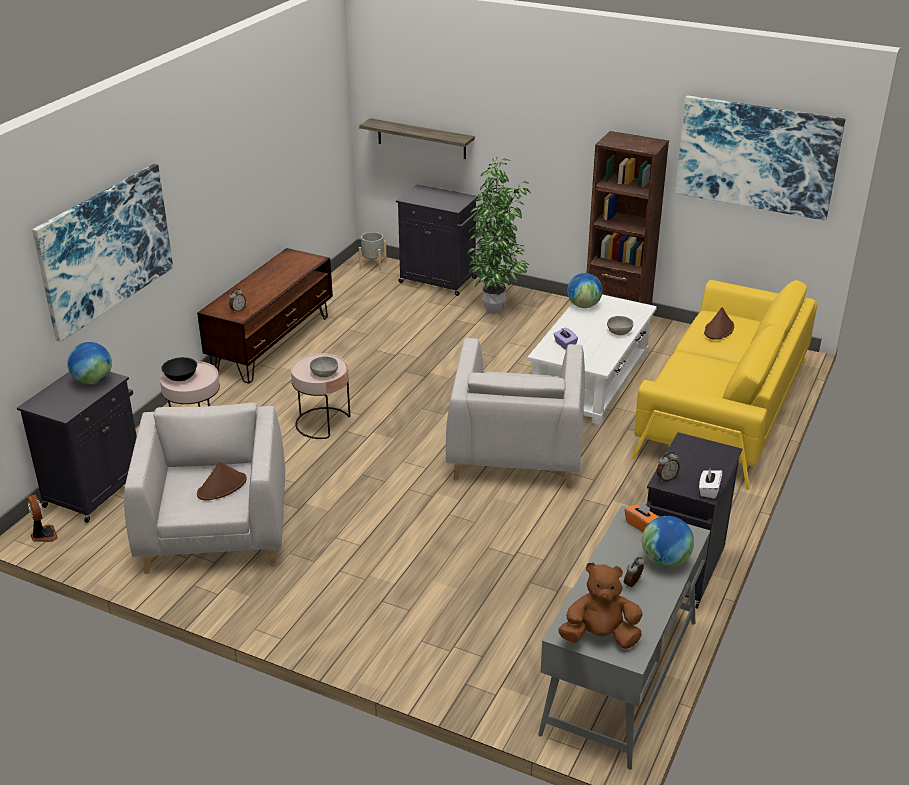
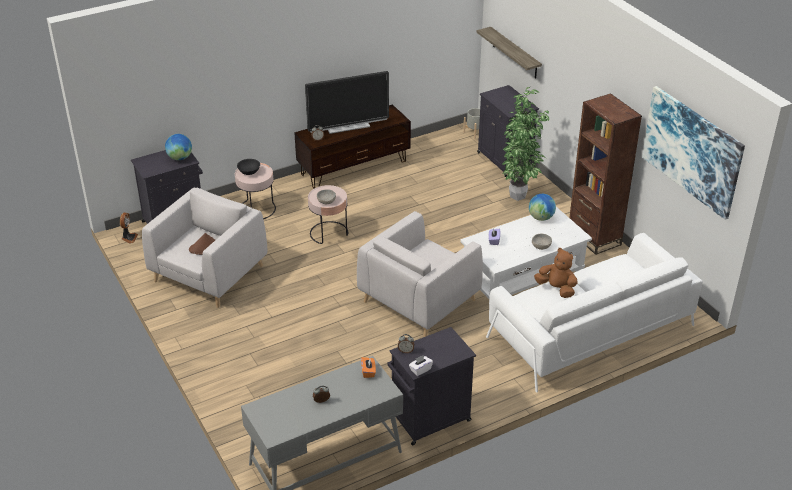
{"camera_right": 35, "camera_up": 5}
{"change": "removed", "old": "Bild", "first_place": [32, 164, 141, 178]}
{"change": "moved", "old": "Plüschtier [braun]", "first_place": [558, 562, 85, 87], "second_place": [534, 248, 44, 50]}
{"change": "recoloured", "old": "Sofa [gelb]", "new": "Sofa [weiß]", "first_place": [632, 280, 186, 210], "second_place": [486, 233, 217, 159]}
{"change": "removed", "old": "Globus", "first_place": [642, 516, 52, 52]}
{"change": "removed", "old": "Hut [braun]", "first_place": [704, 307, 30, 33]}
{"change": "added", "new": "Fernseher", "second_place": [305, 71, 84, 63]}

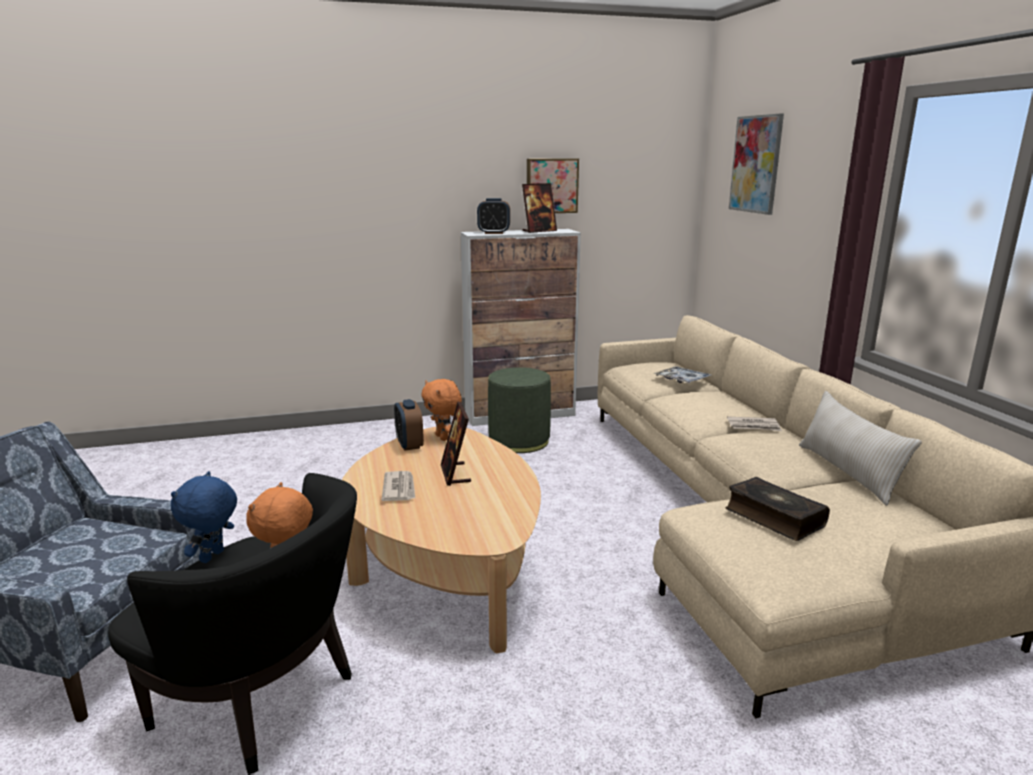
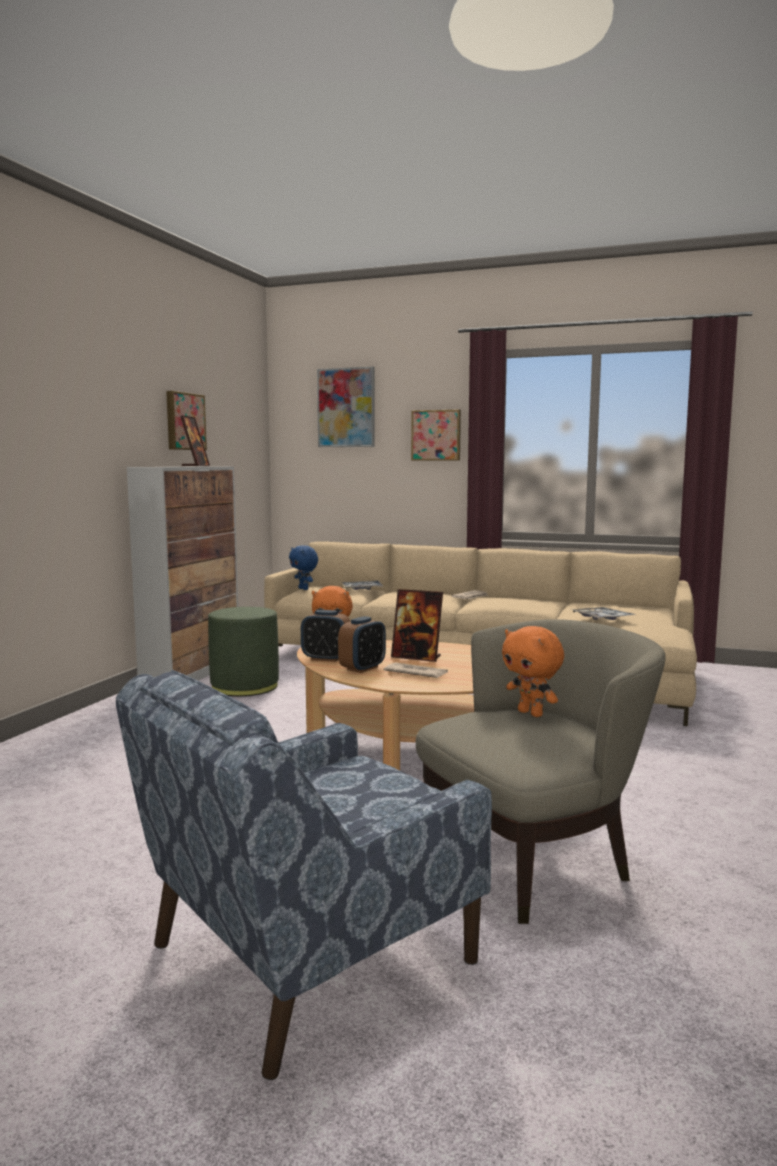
{"camera_right": -55, "camera_up": -10}
{"change": "recoloured", "old": "Sessel [schwarz]", "new": "Sessel [beige]", "first_place": [108, 473, 249, 302], "second_place": [416, 619, 250, 305]}
{"change": "moved", "old": "Plüschtier [blau]", "first_place": [171, 471, 66, 92], "second_place": [289, 546, 29, 44]}
{"change": "moved", "old": "Wecker", "first_place": [477, 198, 33, 36], "second_place": [338, 616, 48, 57]}
{"change": "replaced", "old": "Buch", "new": "Tablett", "first_place": [726, 477, 104, 64], "second_place": [571, 607, 65, 13]}
{"change": "removed", "old": "Kissen [beige]", "first_place": [799, 391, 123, 115]}
{"change": "added", "new": "Bild", "second_place": [411, 409, 50, 52]}

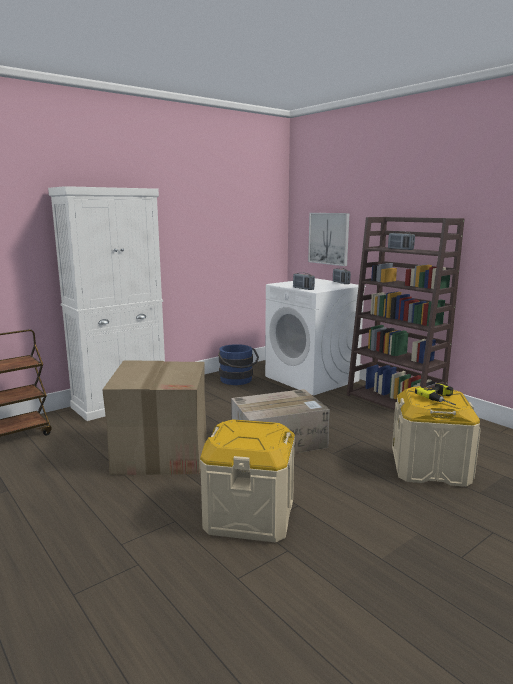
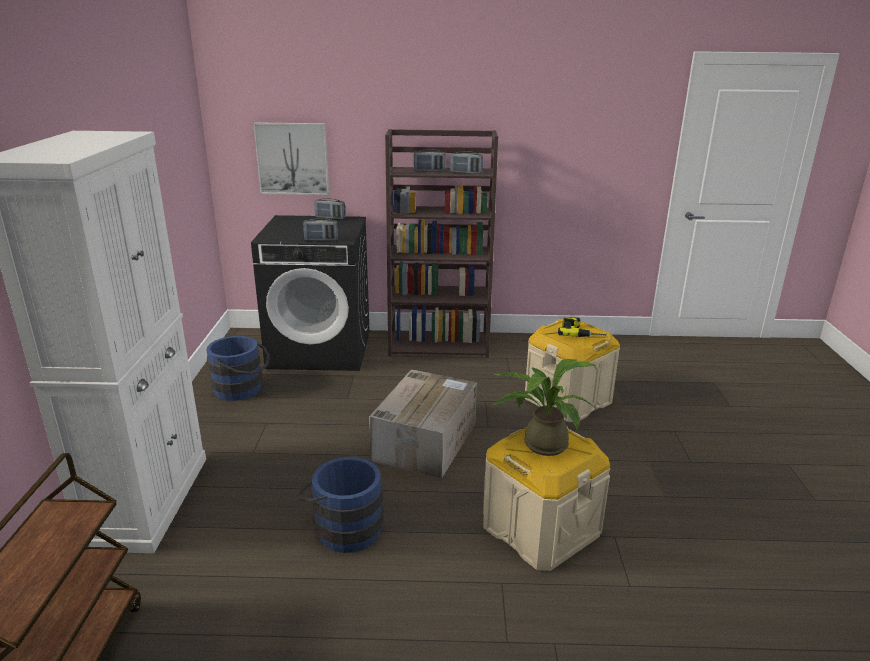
{"camera_right": -50, "camera_up": 10}
{"change": "replaced", "old": "Karton", "new": "Eimer [blau]", "first_place": [102, 360, 105, 115], "second_place": [298, 457, 85, 96]}
{"change": "recoloured", "old": "Waschmaschine [weiß]", "new": "Waschmaschine [schwarz]", "first_place": [265, 278, 101, 117], "second_place": [251, 215, 119, 156]}
{"change": "added", "new": "Radio", "second_place": [450, 151, 33, 23]}
{"change": "added", "new": "Topfpflanze", "second_place": [492, 359, 108, 97]}

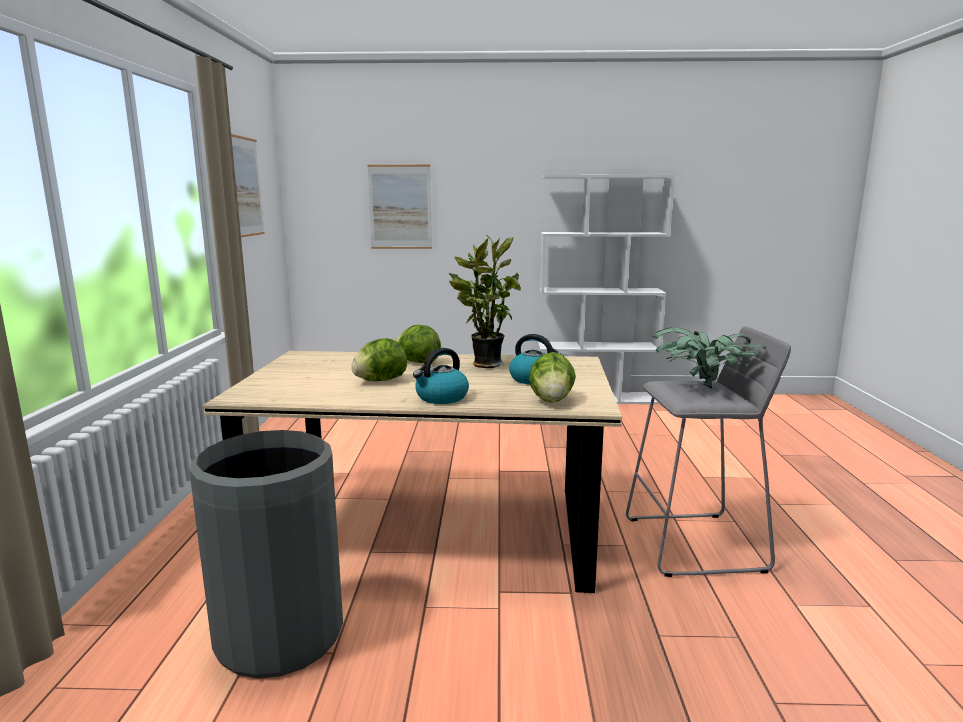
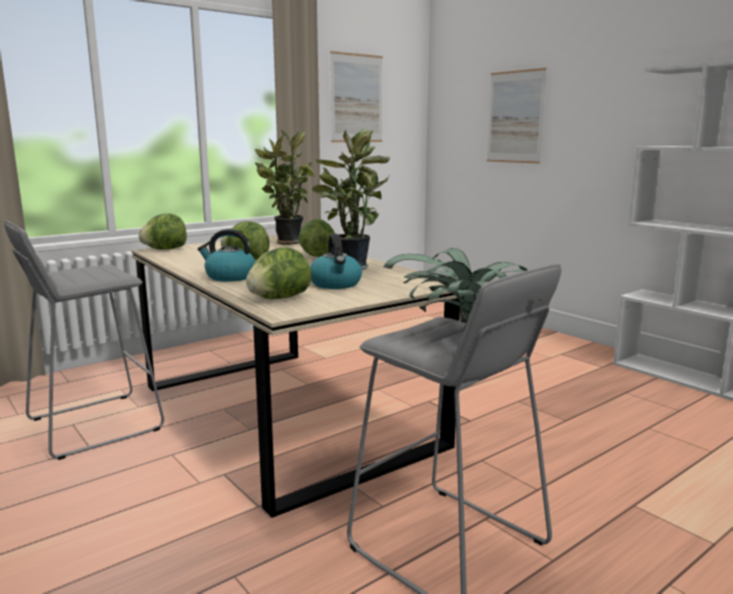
{"camera_right": 50, "camera_up": 0}
{"change": "replaced", "old": "Mülleimer [grau]", "new": "Hocker [grau]", "first_place": [189, 430, 154, 249], "second_place": [4, 221, 160, 239]}
{"change": "added", "new": "Salatkopf", "second_place": [139, 213, 48, 37]}
{"change": "added", "new": "Topfpflanze", "second_place": [255, 130, 60, 115]}

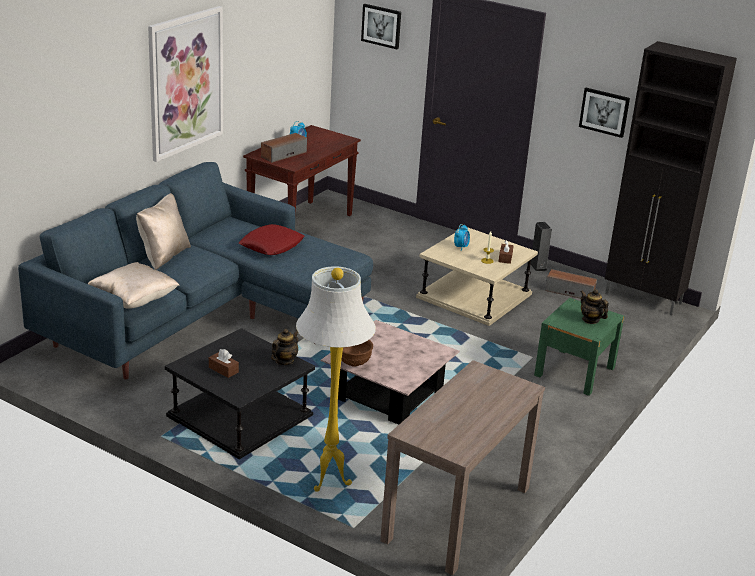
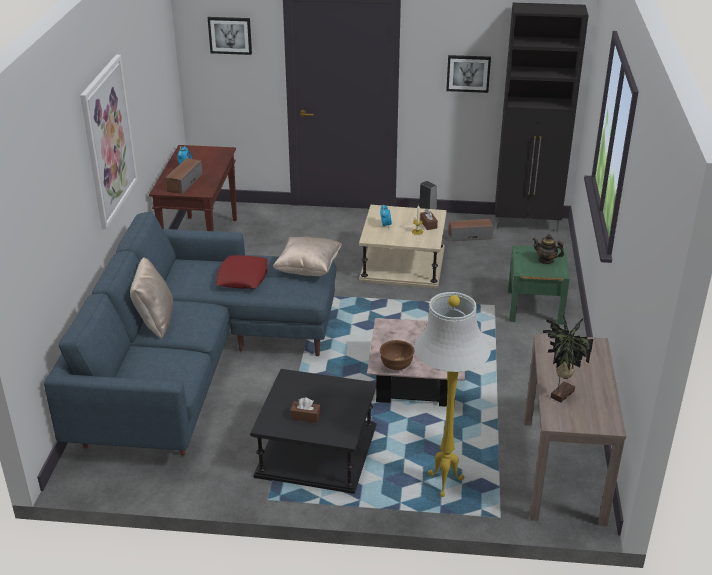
{"camera_right": -25, "camera_up": 5}
{"change": "moved", "old": "Kissen [beige]", "first_place": [88, 262, 92, 47], "second_place": [273, 237, 69, 39]}
{"change": "removed", "old": "Teekanne", "first_place": [271, 329, 27, 36]}
{"change": "added", "new": "Topfpflanze", "second_place": [543, 314, 50, 89]}

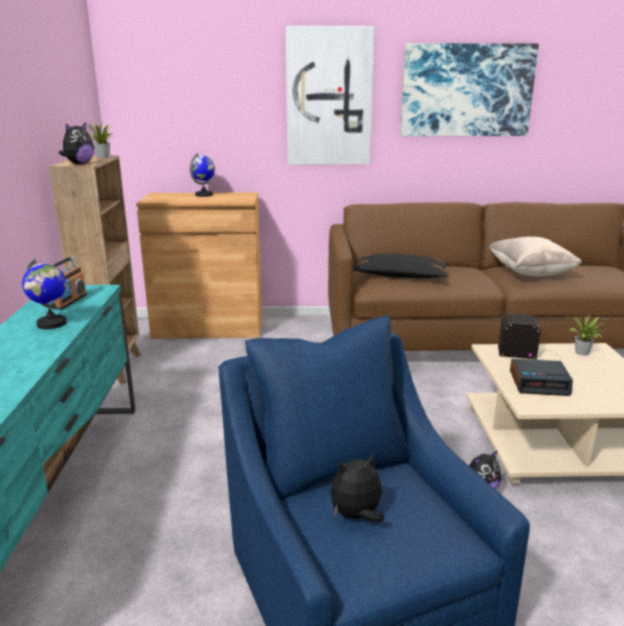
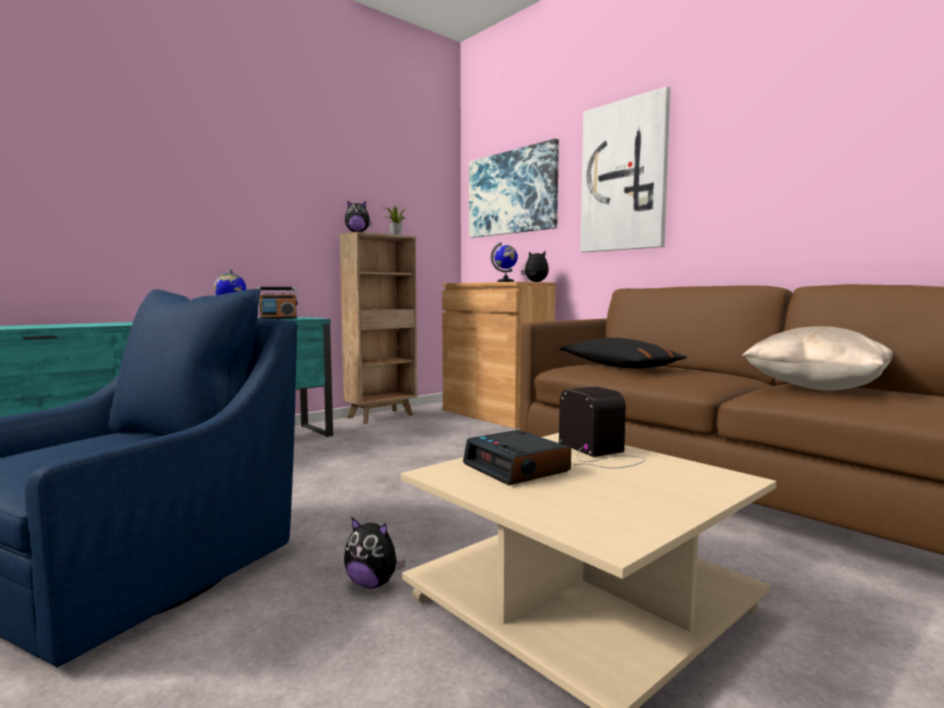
{"camera_right": 50, "camera_up": -15}
{"change": "moved", "old": "Plüschtier", "first_place": [330, 453, 55, 69], "second_place": [521, 251, 28, 31]}
{"change": "moved", "old": "Bild", "first_place": [401, 43, 138, 93], "second_place": [469, 139, 90, 99]}
{"change": "removed", "old": "Topfpflanze", "first_place": [569, 315, 36, 41]}

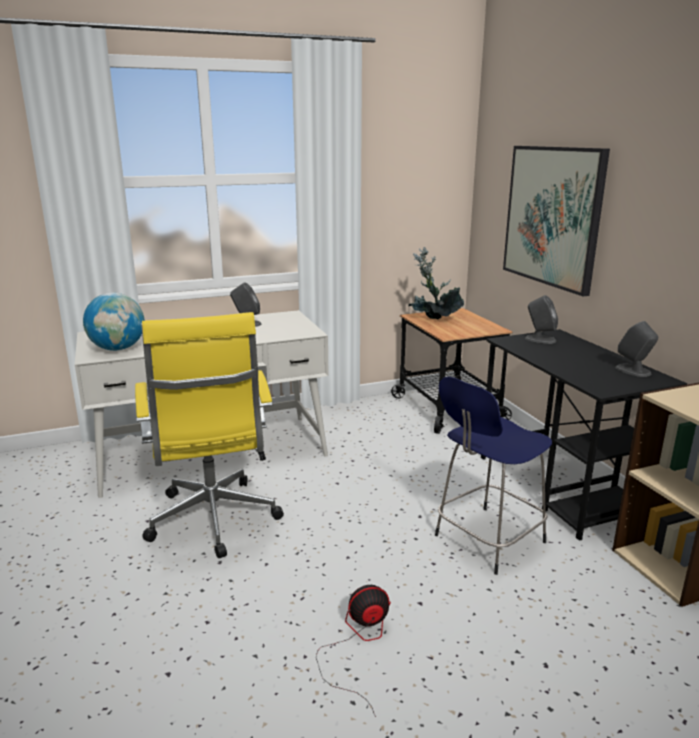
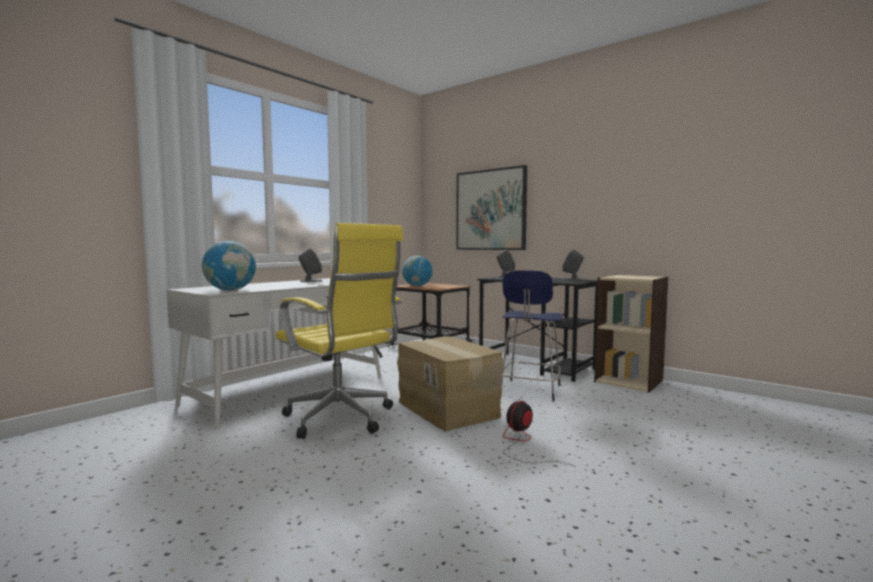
{"camera_right": -30, "camera_up": -15}
{"change": "replaced", "old": "Topfpflanze", "new": "Globus", "first_place": [409, 247, 55, 72], "second_place": [402, 256, 31, 30]}
{"change": "added", "new": "Karton", "second_place": [397, 336, 107, 96]}

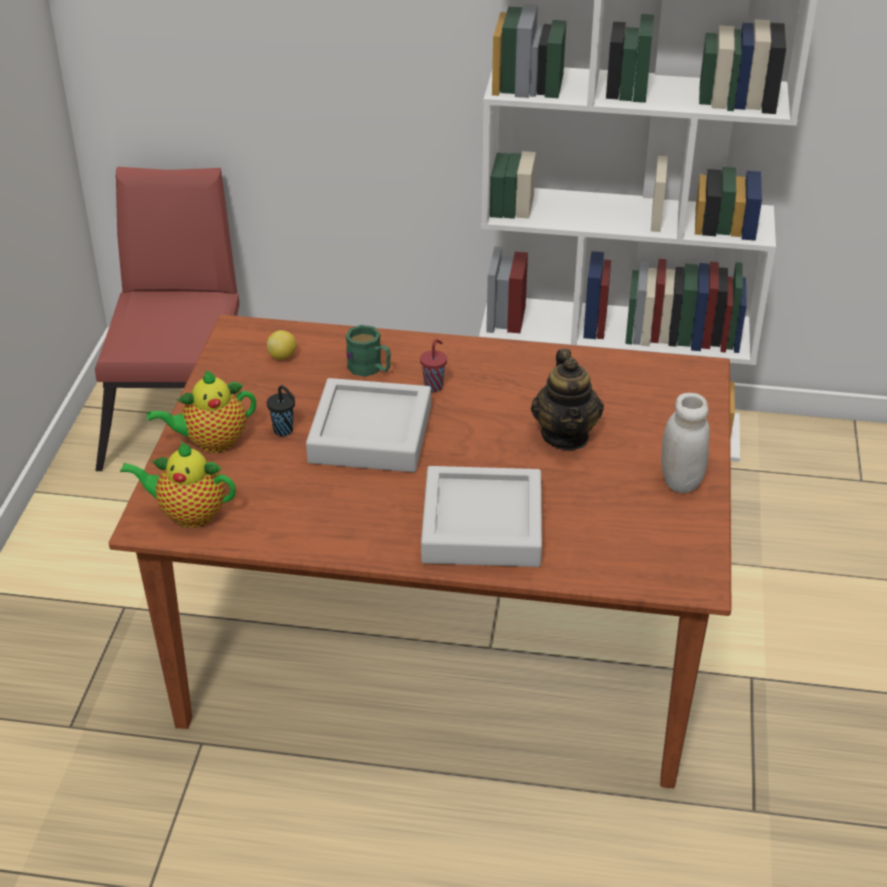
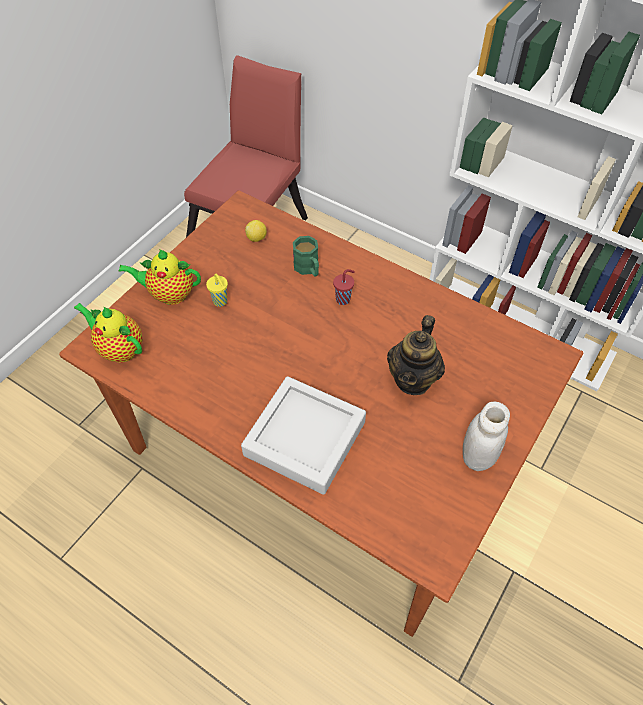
{"camera_right": 25, "camera_up": 15}
{"change": "recoloured", "old": "Tasse [schwarz]", "new": "Tasse [gelb]", "first_place": [267, 385, 28, 51], "second_place": [206, 274, 22, 33]}
{"change": "removed", "old": "Tablett [grau]", "first_place": [306, 378, 125, 94]}

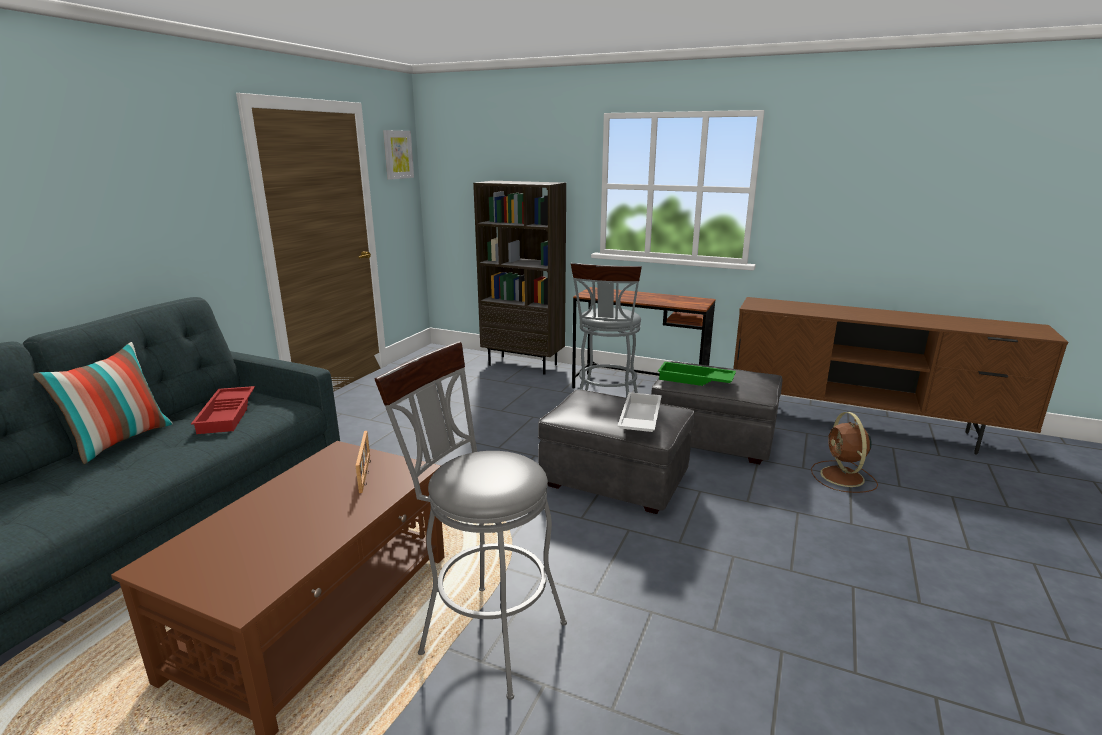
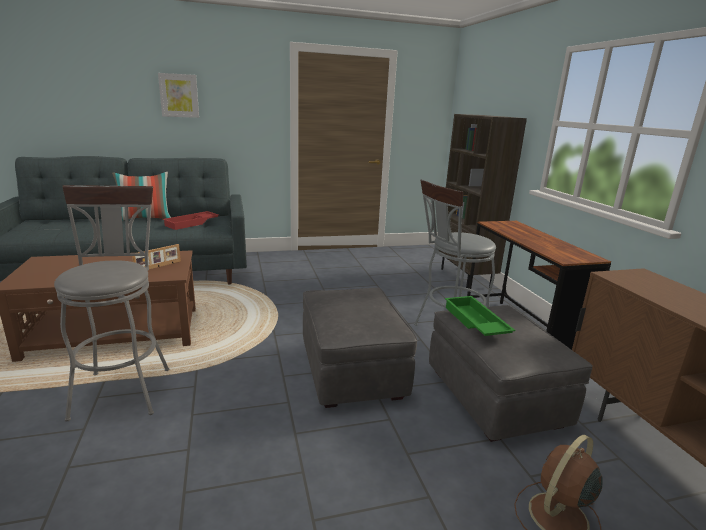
{"camera_right": 50, "camera_up": 0}
{"change": "moved", "old": "Bild", "first_place": [383, 130, 31, 50], "second_place": [158, 73, 41, 45]}
{"change": "removed", "old": "Tablett [weiß]", "first_place": [617, 392, 45, 40]}

